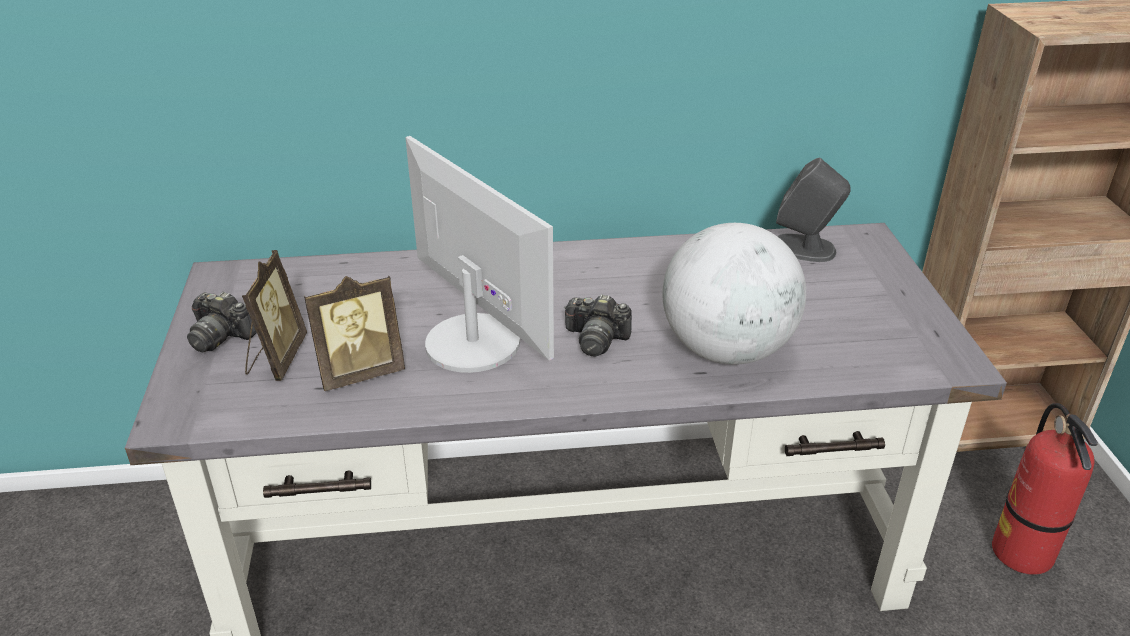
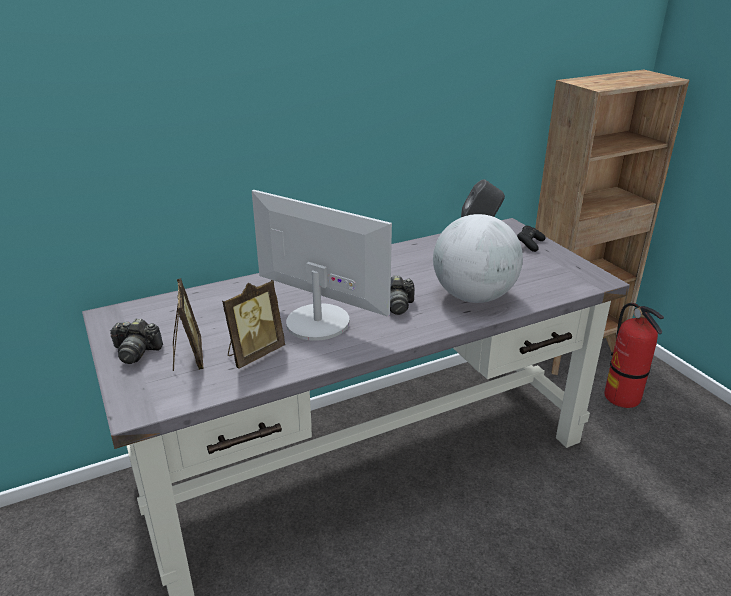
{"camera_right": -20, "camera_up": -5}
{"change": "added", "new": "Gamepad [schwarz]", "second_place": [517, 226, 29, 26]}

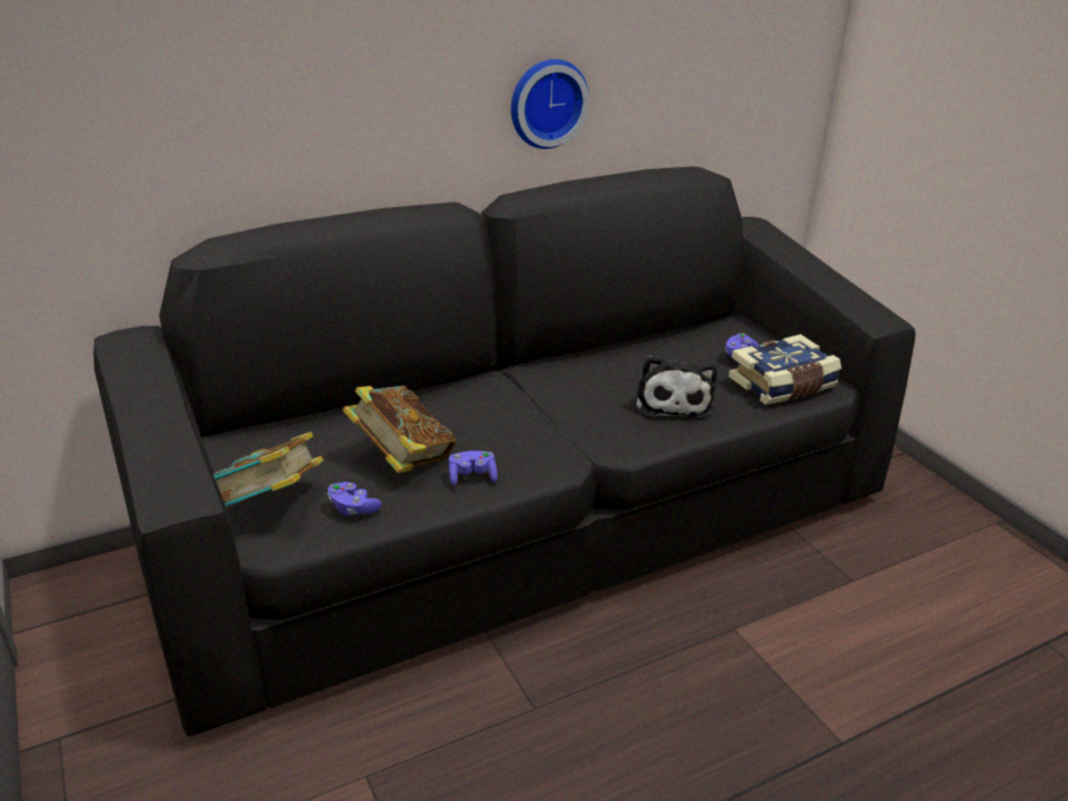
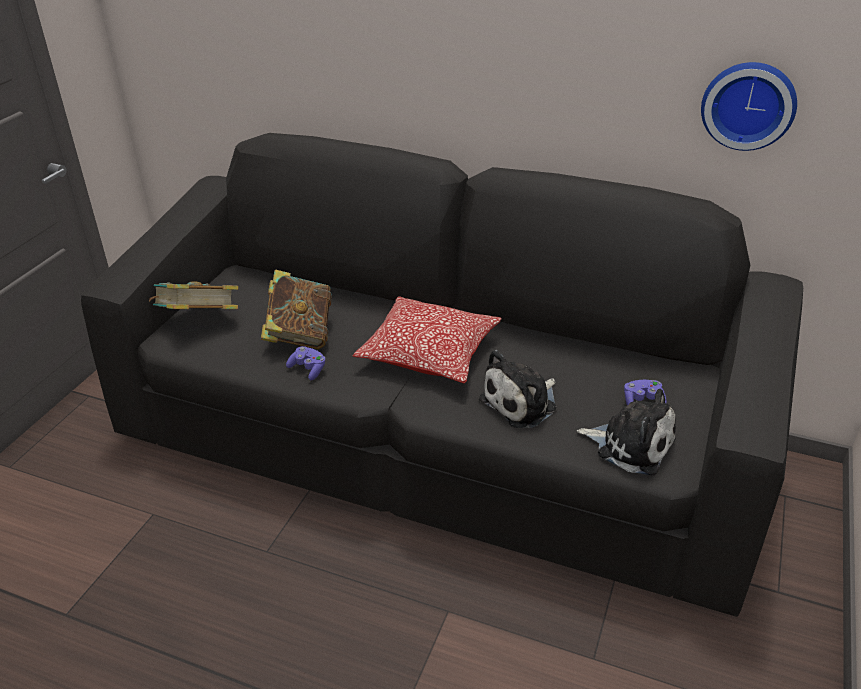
{"camera_right": 50, "camera_up": 5}
{"change": "removed", "old": "Gamepad [lila]", "first_place": [328, 482, 54, 34]}
{"change": "moved", "old": "Wanduhr", "first_place": [511, 59, 78, 90], "second_place": [701, 62, 96, 89]}
{"change": "replaced", "old": "Buch", "new": "Plüschtier", "first_place": [729, 334, 113, 71], "second_place": [577, 389, 99, 86]}
{"change": "added", "new": "Kissen", "second_place": [353, 296, 149, 88]}

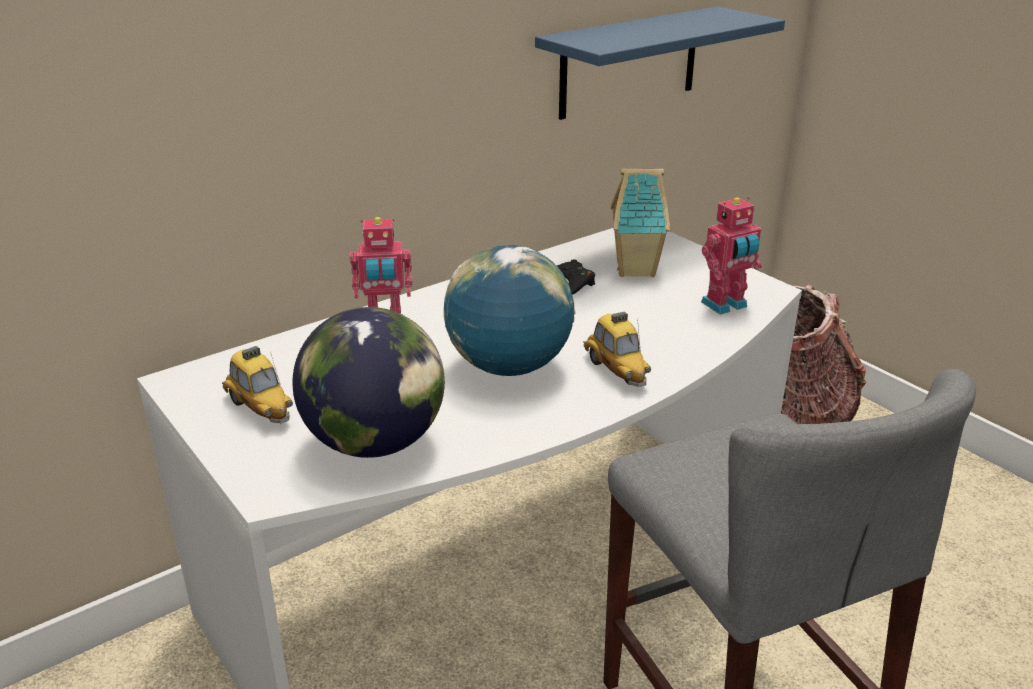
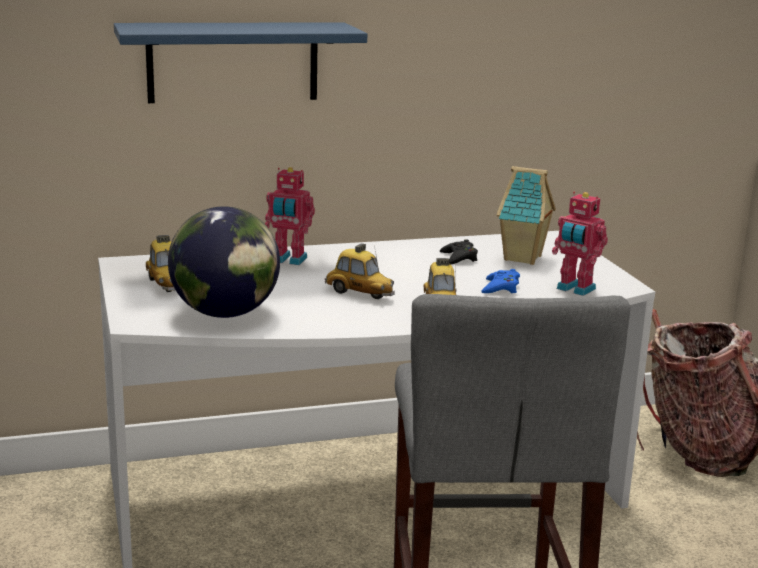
{"camera_right": 20, "camera_up": -10}
{"change": "replaced", "old": "Globus", "new": "Spielzeugauto", "first_place": [444, 245, 132, 131], "second_place": [325, 243, 70, 56]}
{"change": "moved", "old": "Wandregal [blau]", "first_place": [535, 6, 250, 114], "second_place": [114, 22, 253, 81]}
{"change": "turned", "old": "Spielzeugroboter", "first_place": [701, 197, 61, 118], "second_place": [552, 192, 56, 104], "degrees": 45}
{"change": "added", "new": "Gamepad [blau]", "second_place": [481, 269, 39, 24]}

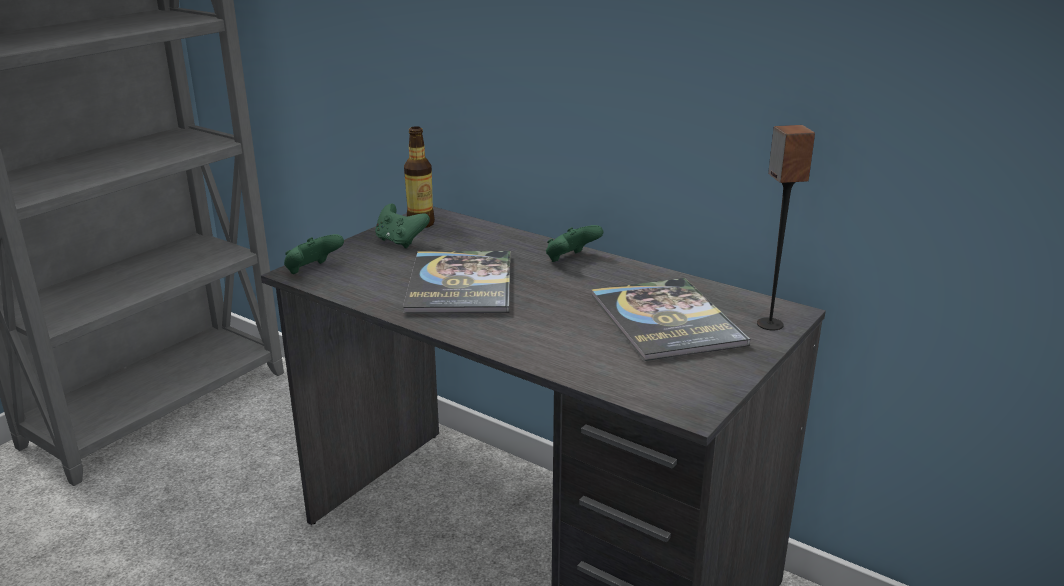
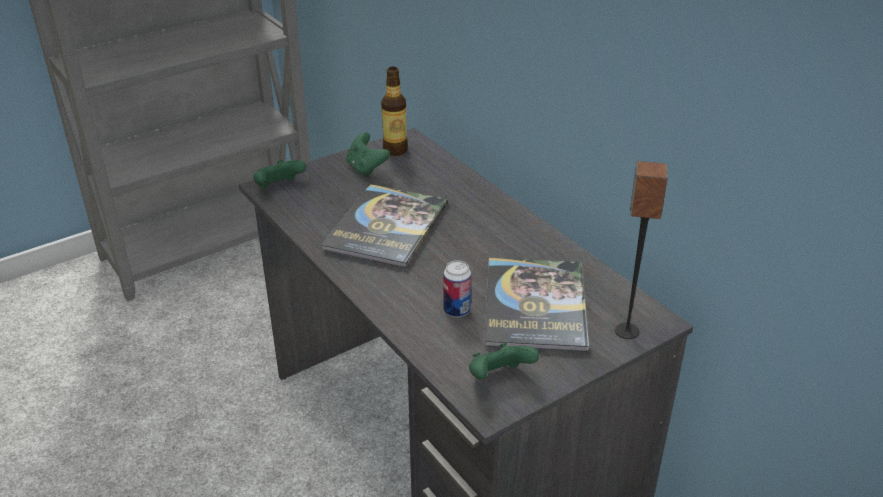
{"camera_right": 20, "camera_up": 10}
{"change": "moved", "old": "Gamepad [grün]", "first_place": [546, 225, 57, 37], "second_place": [469, 343, 70, 36]}
{"change": "added", "new": "Dose", "second_place": [443, 260, 28, 57]}

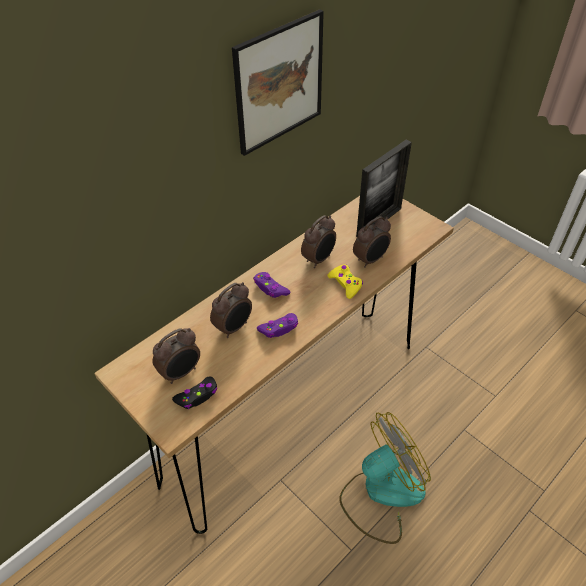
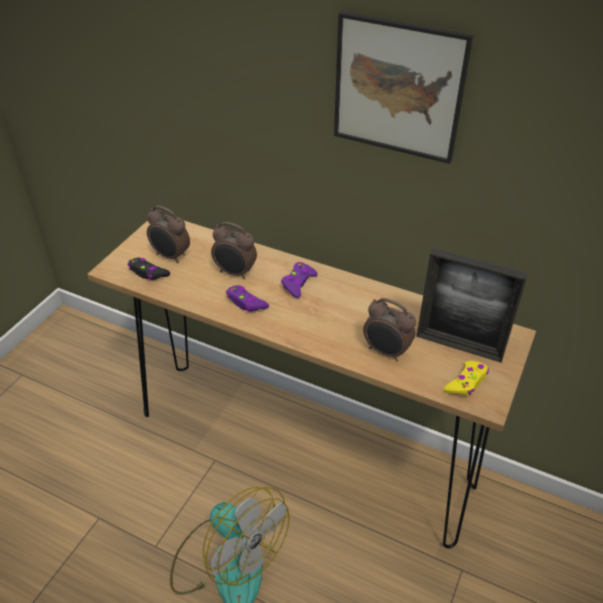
{"camera_right": 70, "camera_up": -5}
{"change": "removed", "old": "Wecker", "first_place": [301, 215, 35, 53]}
{"change": "moved", "old": "Gamepad [gelb]", "first_place": [327, 264, 36, 35], "second_place": [444, 361, 45, 35]}

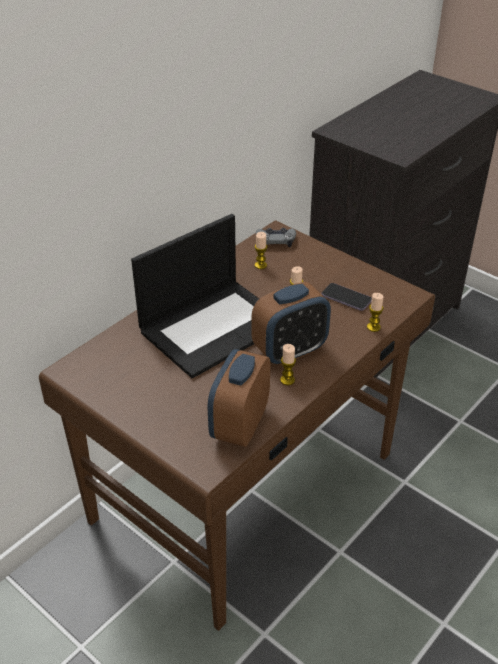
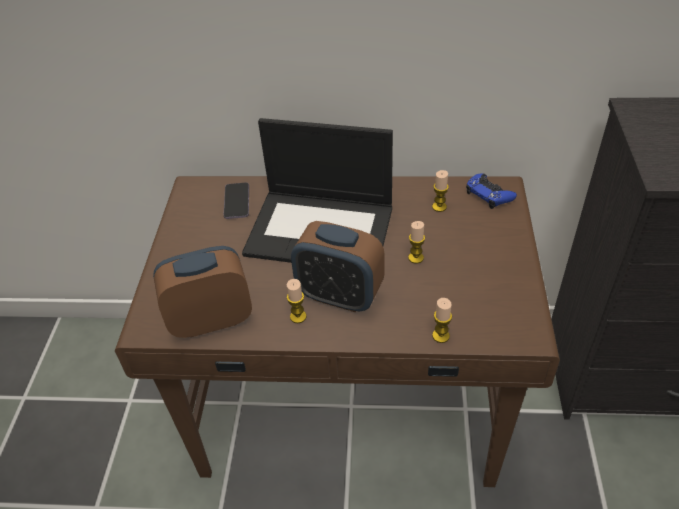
{"camera_right": 55, "camera_up": 5}
{"change": "recoloured", "old": "Gamepad [grau]", "new": "Gamepad [blau]", "first_place": [256, 228, 40, 19], "second_place": [466, 173, 51, 36]}
{"change": "moved", "old": "Handy", "first_place": [322, 283, 50, 28], "second_place": [224, 183, 25, 36]}

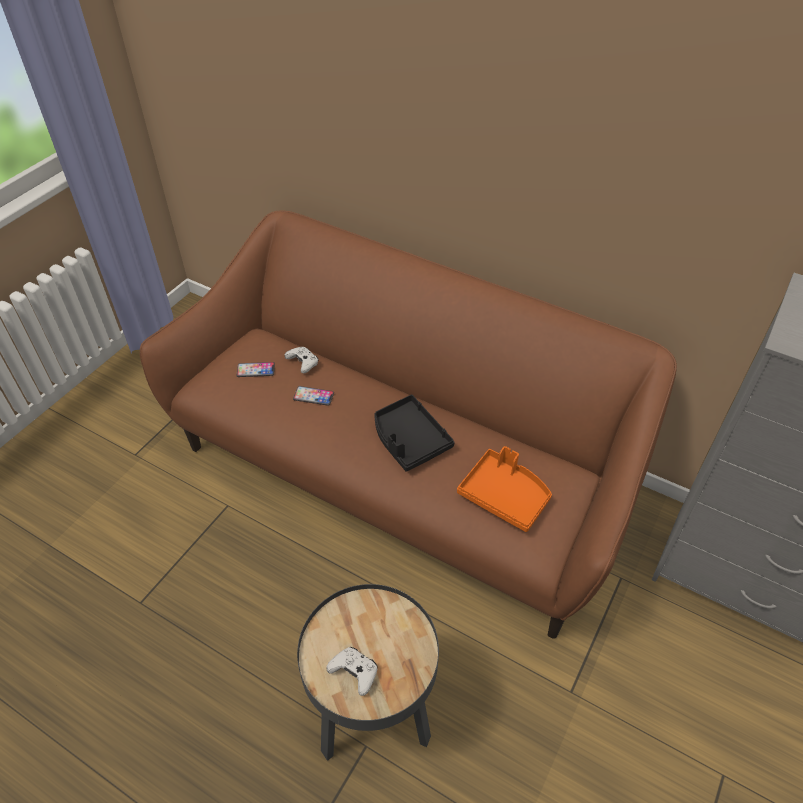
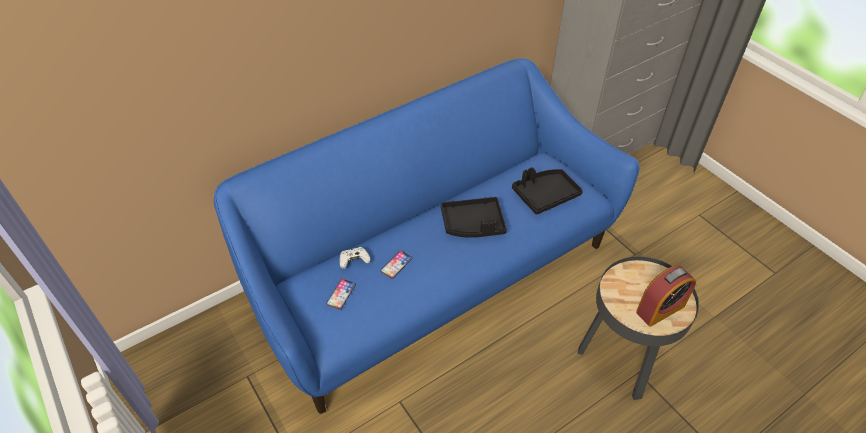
{"camera_right": -65, "camera_up": 0}
{"change": "recoloured", "old": "Sofa [braun]", "new": "Sofa [blau]", "first_place": [140, 210, 537, 429], "second_place": [214, 58, 425, 356]}
{"change": "replaced", "old": "Gamepad [weiß]", "new": "Wecker", "first_place": [326, 647, 52, 49], "second_place": [636, 265, 60, 62]}
{"change": "recoloured", "old": "Tablett [orange]", "new": "Tablett [schwarz]", "first_place": [457, 446, 95, 86], "second_place": [512, 167, 71, 48]}

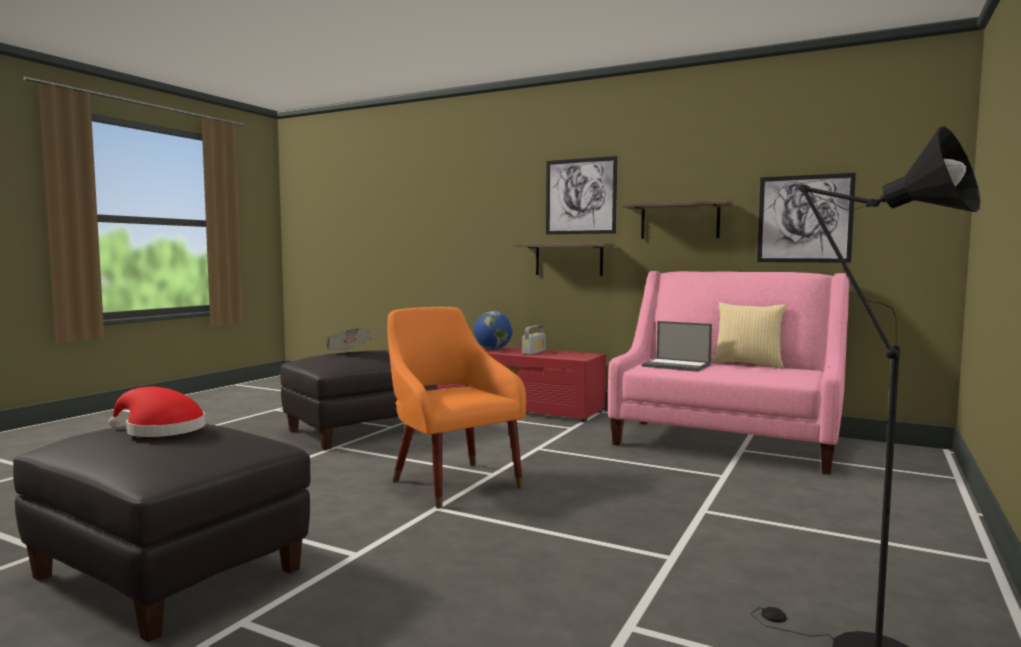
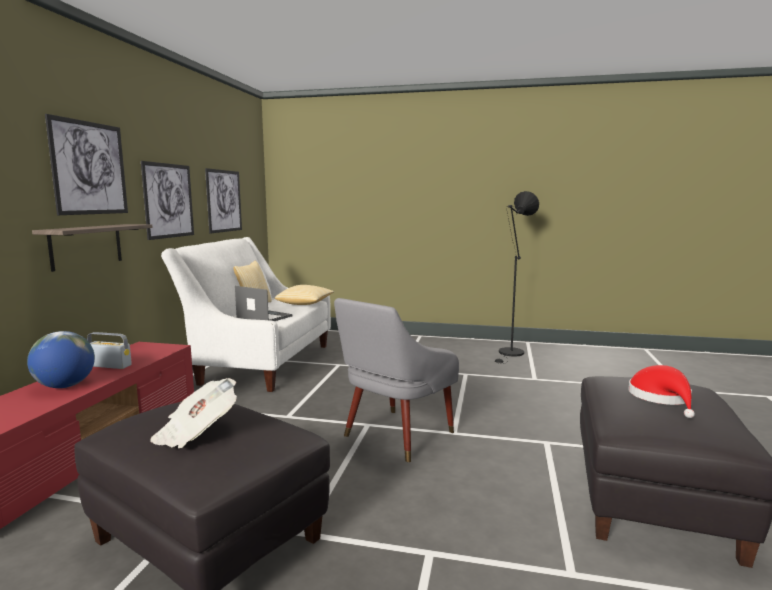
{"camera_right": -105, "camera_up": 5}
{"change": "recoloured", "old": "Sessel [orange]", "new": "Sessel [grau]", "first_place": [387, 307, 139, 202], "second_place": [334, 298, 125, 164]}
{"change": "recoloured", "old": "Sofa [rosa]", "new": "Sofa [weiß]", "first_place": [608, 271, 241, 204], "second_place": [161, 237, 170, 155]}
{"change": "replaced", "old": "Wandregal", "new": "Bild", "first_place": [621, 200, 113, 39], "second_place": [141, 161, 53, 79]}
{"change": "turned", "old": "Laptop", "first_place": [642, 321, 70, 51], "second_place": [235, 286, 57, 35], "degrees": -75}
{"change": "added", "new": "Kissen", "second_place": [275, 285, 59, 20]}

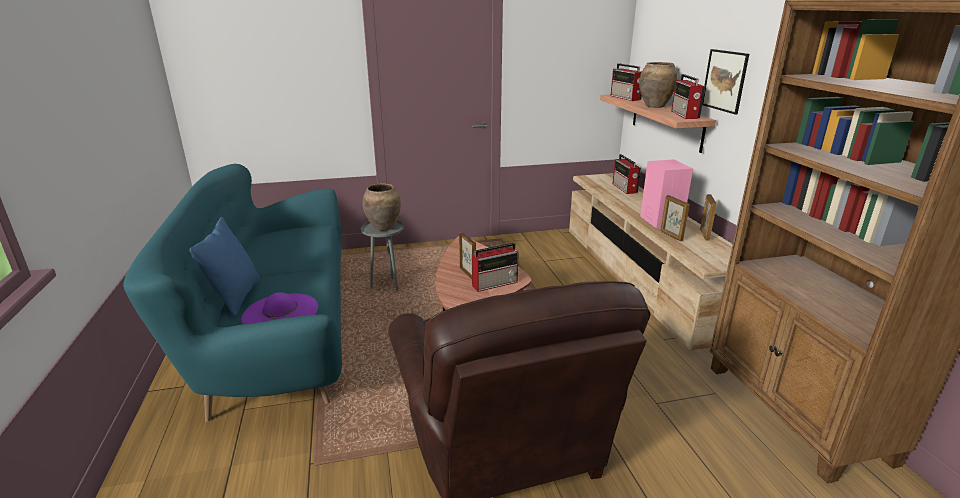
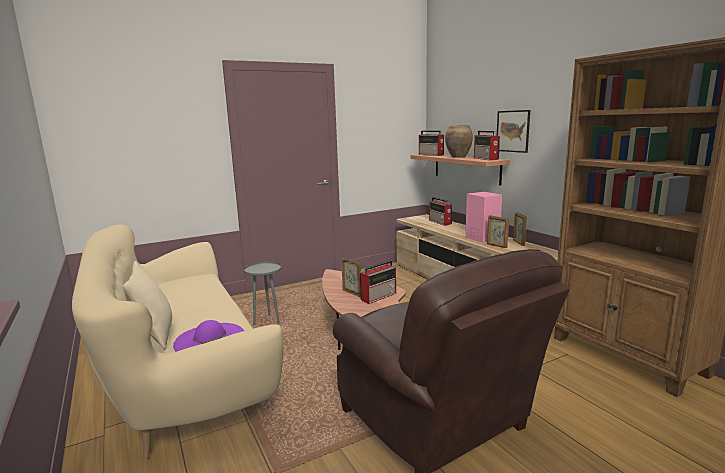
{"camera_right": -15, "camera_up": -10}
{"change": "recoloured", "old": "Sofa [türkis]", "new": "Sofa [beige]", "first_place": [123, 164, 219, 258], "second_place": [72, 224, 211, 237]}
{"change": "recoloured", "old": "Kissen [blau]", "new": "Kissen [beige]", "first_place": [189, 217, 71, 100], "second_place": [123, 261, 49, 89]}
{"change": "removed", "old": "Vase [braun]", "first_place": [362, 183, 39, 48]}

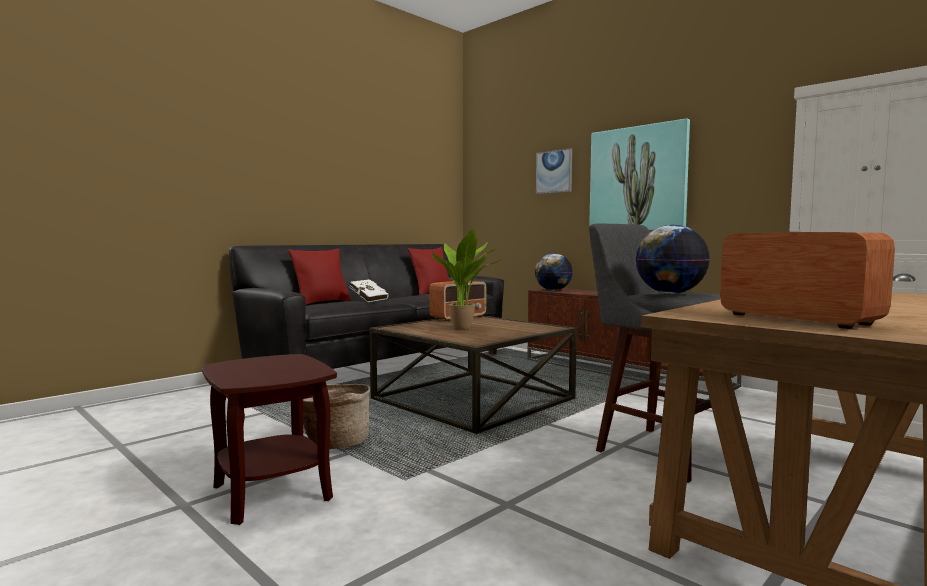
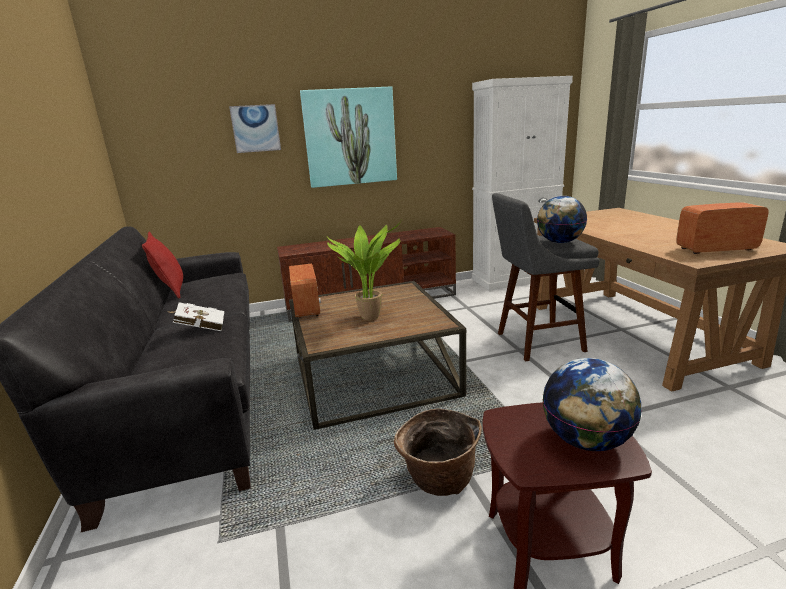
{"camera_right": -60, "camera_up": 15}
{"change": "removed", "old": "Kissen [rot]", "first_place": [288, 248, 63, 57]}
{"change": "moved", "old": "Globus", "first_place": [535, 253, 38, 38], "second_place": [542, 358, 100, 93]}

